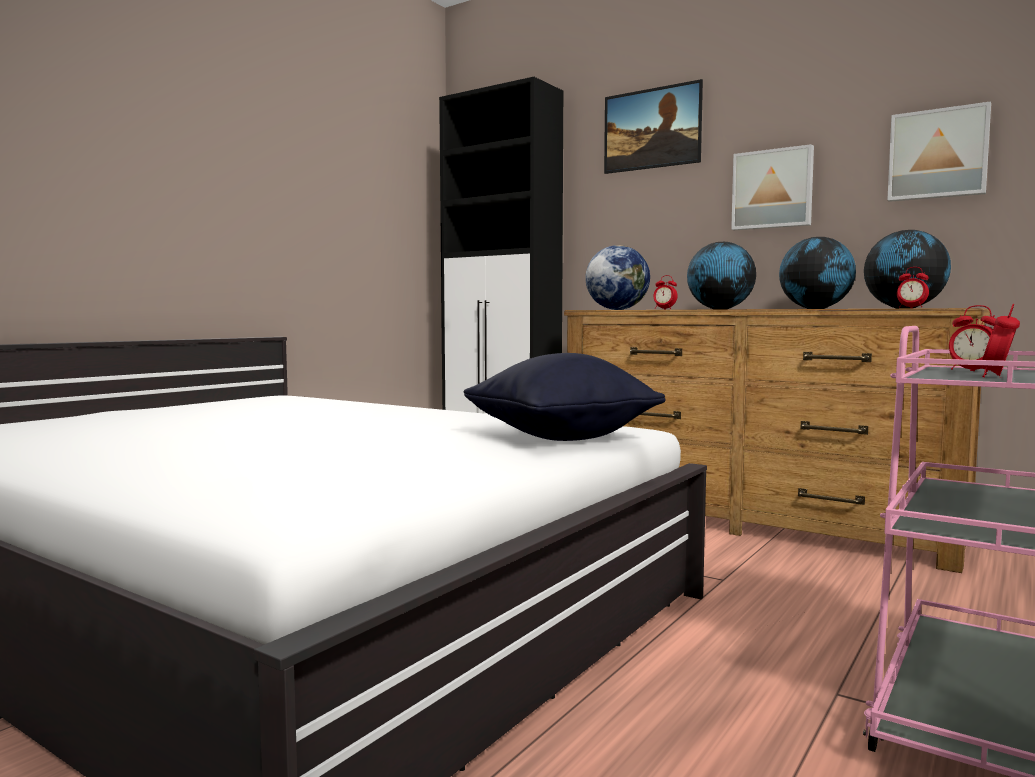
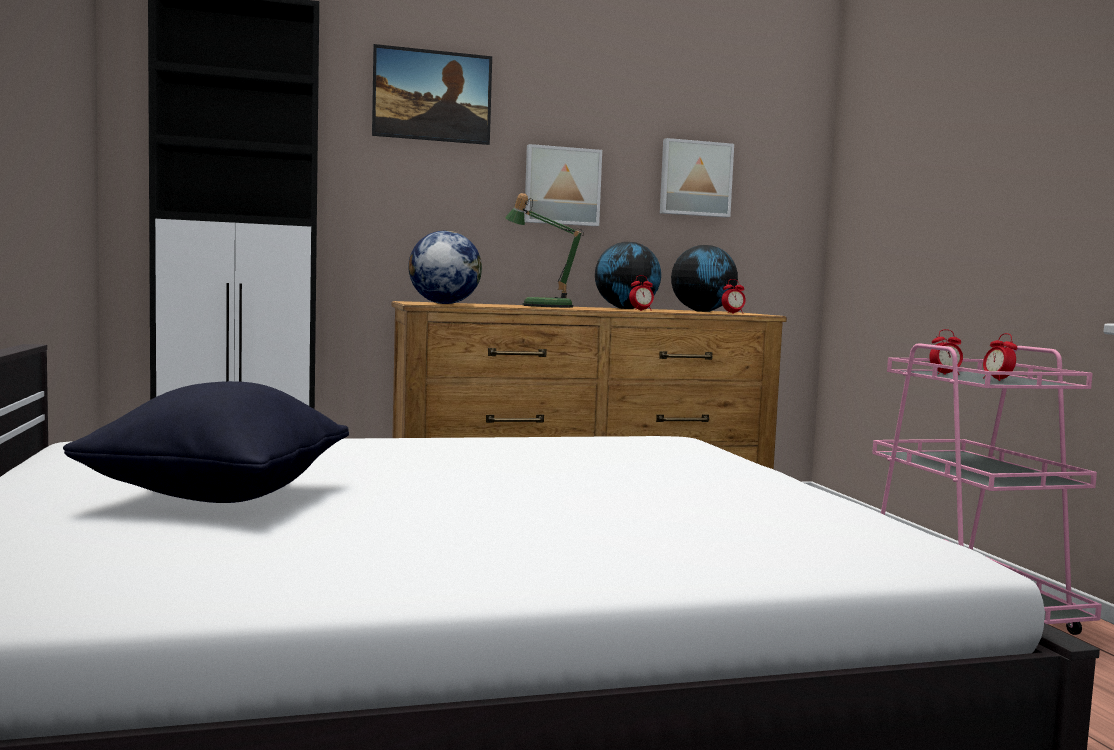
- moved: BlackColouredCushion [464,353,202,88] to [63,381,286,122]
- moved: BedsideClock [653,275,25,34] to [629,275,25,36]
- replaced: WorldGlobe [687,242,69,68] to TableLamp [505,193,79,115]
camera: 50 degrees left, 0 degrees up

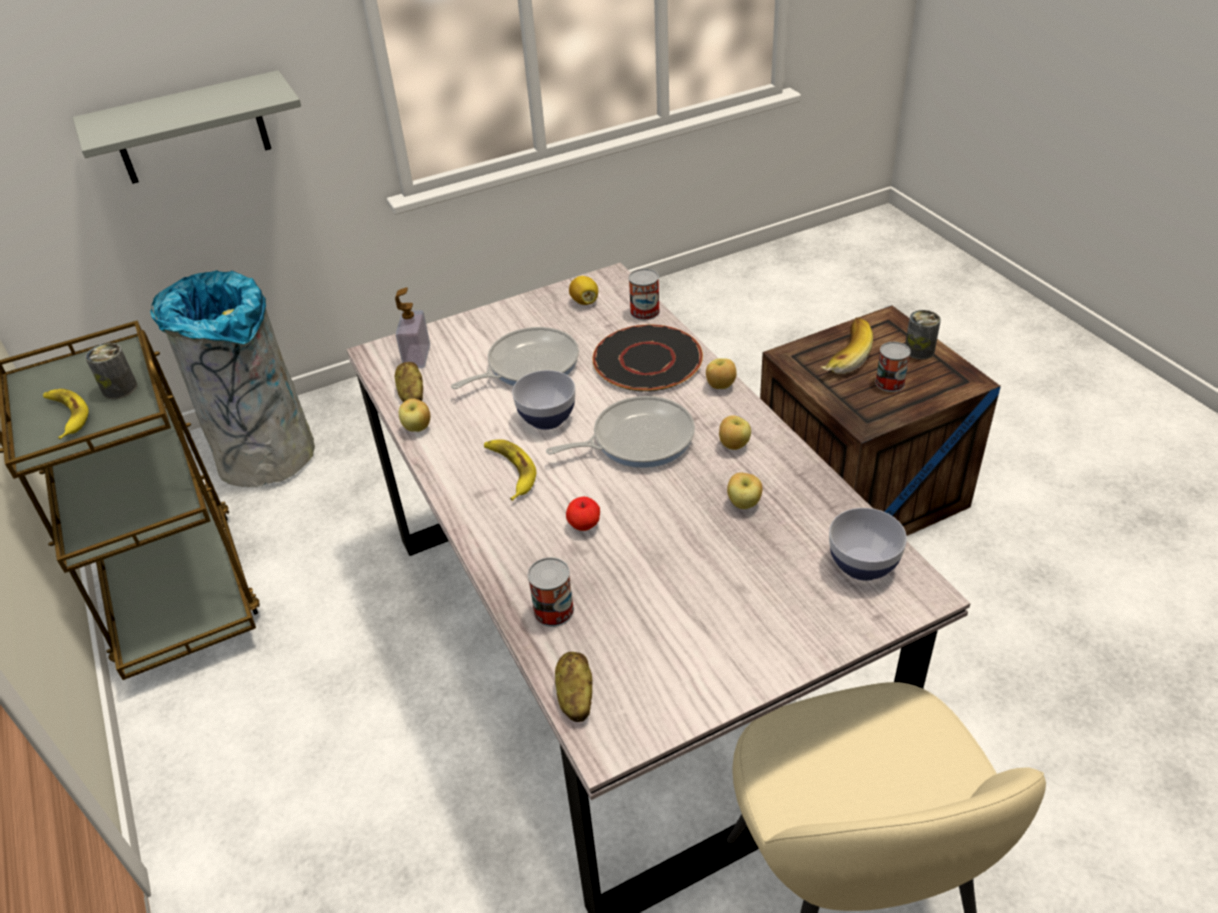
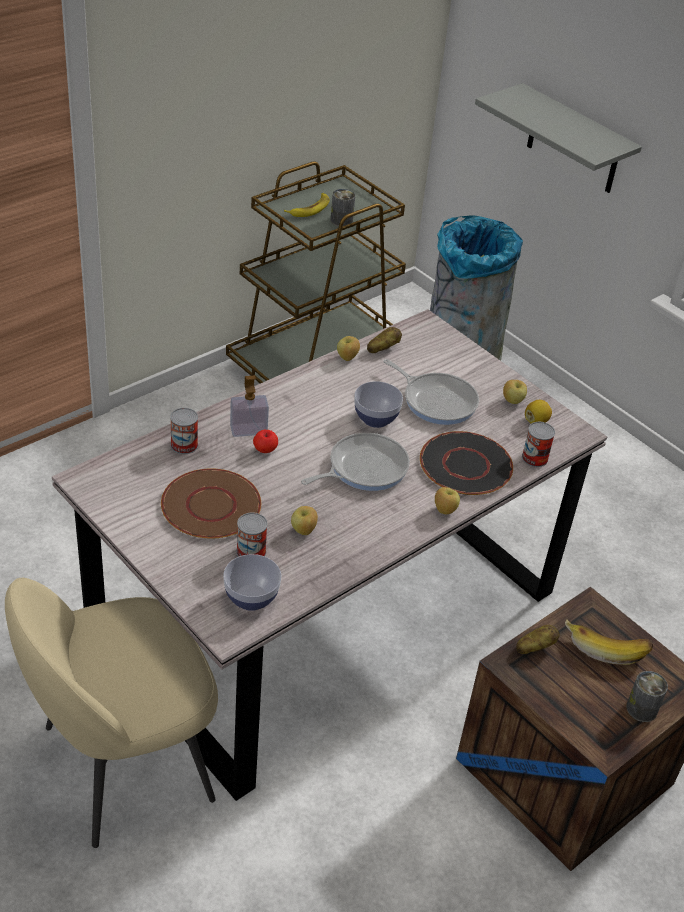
- removed: WholeBanana [484,440,52,61]
- added: BrownColouredFlatDish [161,469,100,70]
- moved: LiquidSoapBottle [395,287,35,81] to [230,376,39,61]
- moved: Potato [555,652,37,70] to [516,625,43,29]
- moved: Apple [719,415,32,35] to [503,380,24,24]
- moved: MetalCan [875,342,36,50] to [236,512,32,45]
- turned: Skillet [546,396,149,72] = [301,433,109,58] 90 degrees counterclockwise
camera: 70 degrees right, 0 degrees up

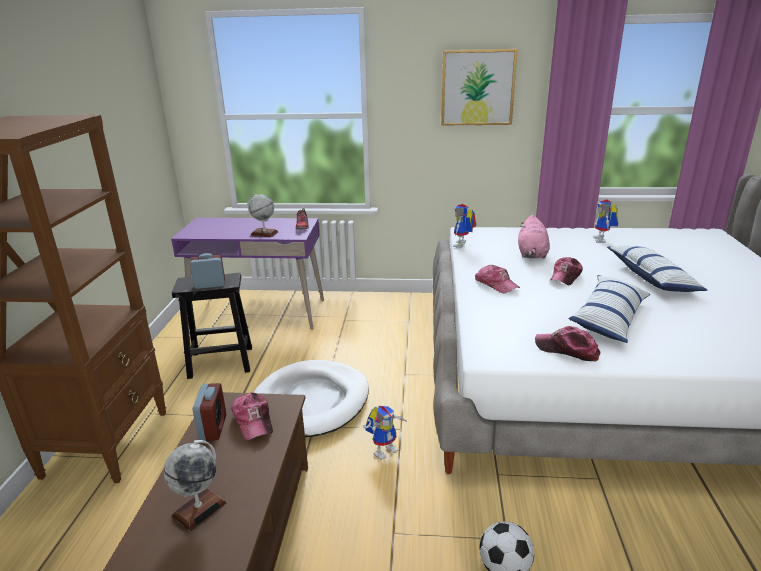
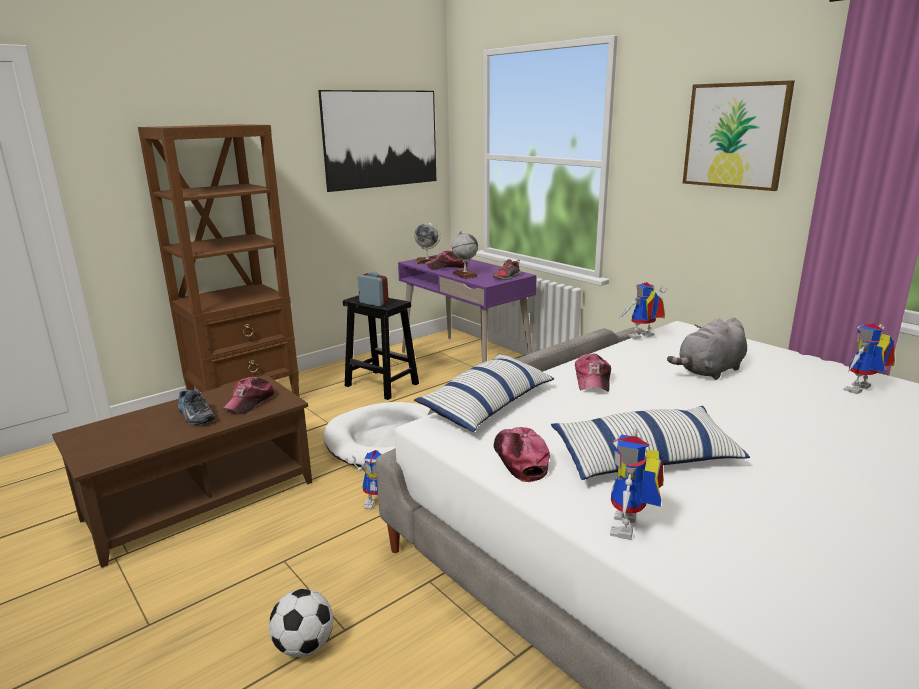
- removed: BedsideClock [193,383,33,58]
- added: Shoe [178,390,37,35]
- added: WallPicture [318,90,118,102]
- added: RobotFigure [610,428,54,112]
- moved: WorldGlobe [164,440,63,92] to [414,222,27,42]
- moved: BaseballCap [550,257,33,28] to [425,251,43,19]
- moved: Cushion [607,245,100,47] to [414,353,140,79]
- recoloured: PinkishCuddlyToy [518,215,32,44] to GreyishCuddlyToy [667,317,80,63]
camera: 45 degrees right, 5 degrees down

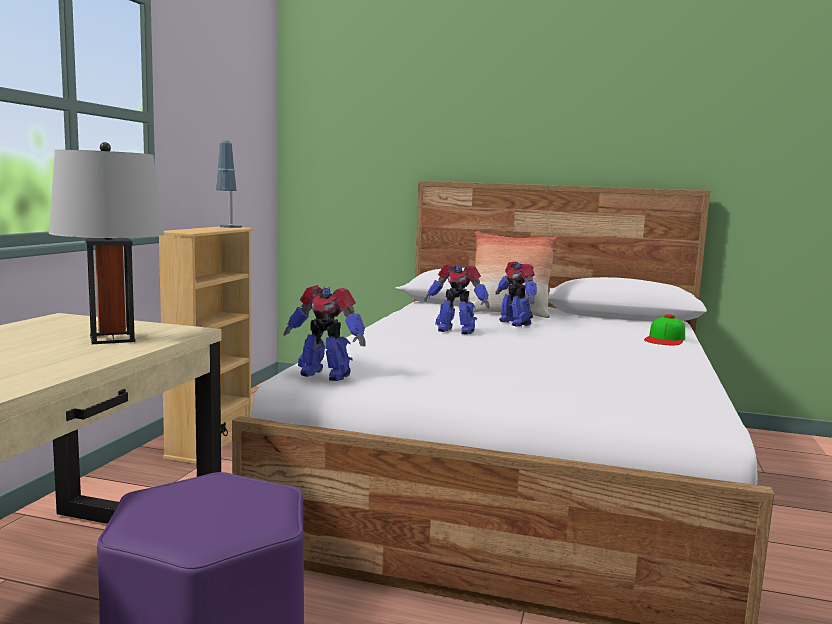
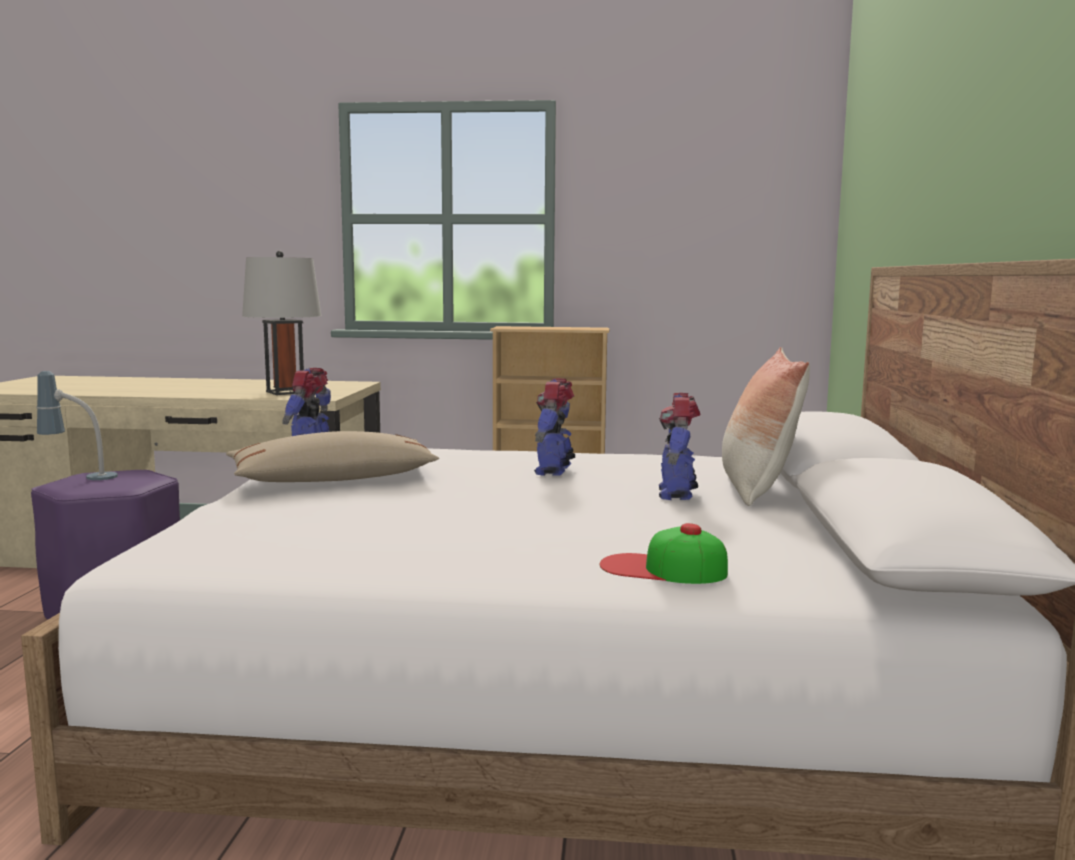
- added: SandColouredCushion [226,431,213,51]
- moved: TableLamp [216,140,26,88] to [36,371,82,109]
- turned: RobotFigure [495,262,42,65] = [659,393,42,107] 45 degrees counterclockwise
camera: 80 degrees right, 0 degrees up

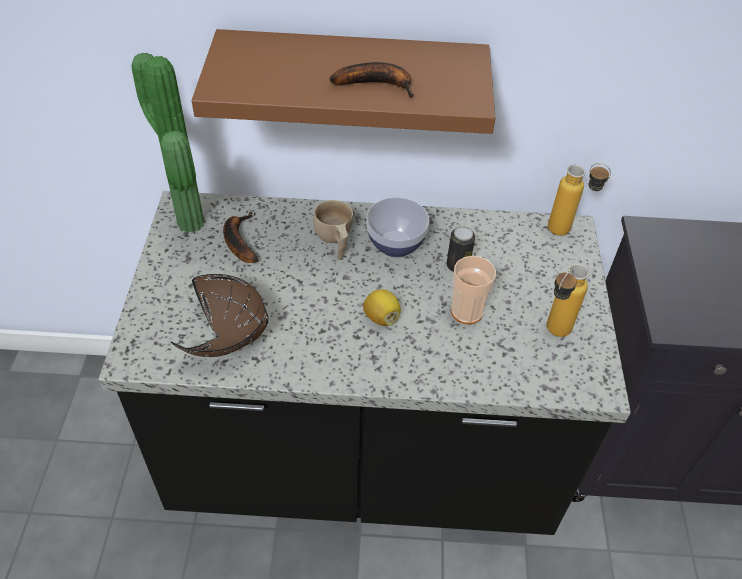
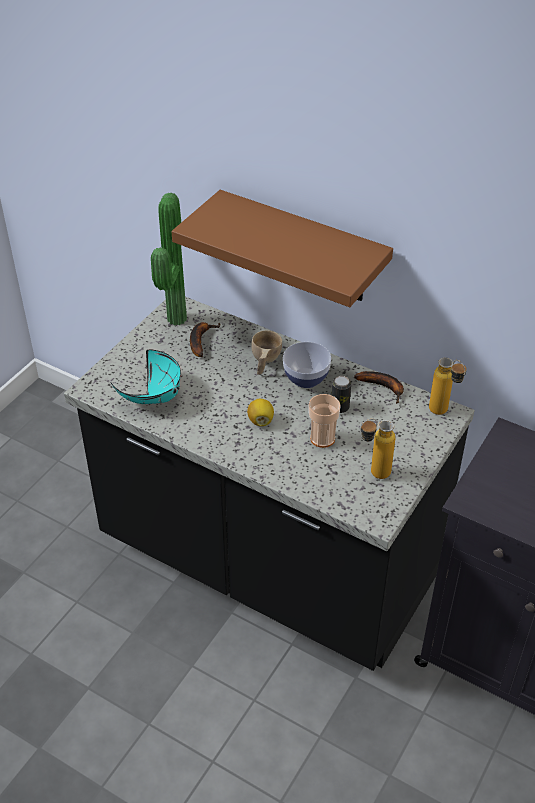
- moved: WholeBanana [330,62,84,36] to [354,371,50,33]
- recoloured: BrownColouredDeepDish [171,274,98,83] to TurquoiseColouredDeepDish [110,349,71,55]
camera: 30 degrees right, 5 degrees down

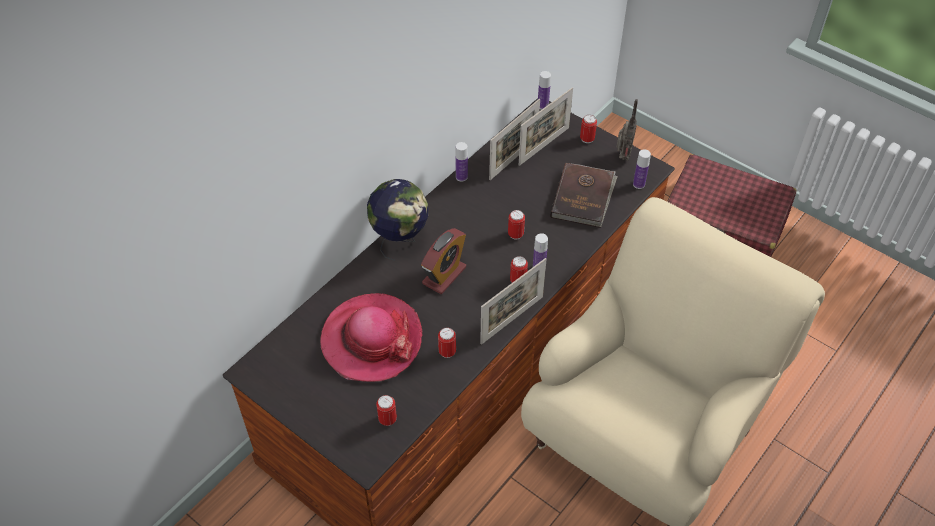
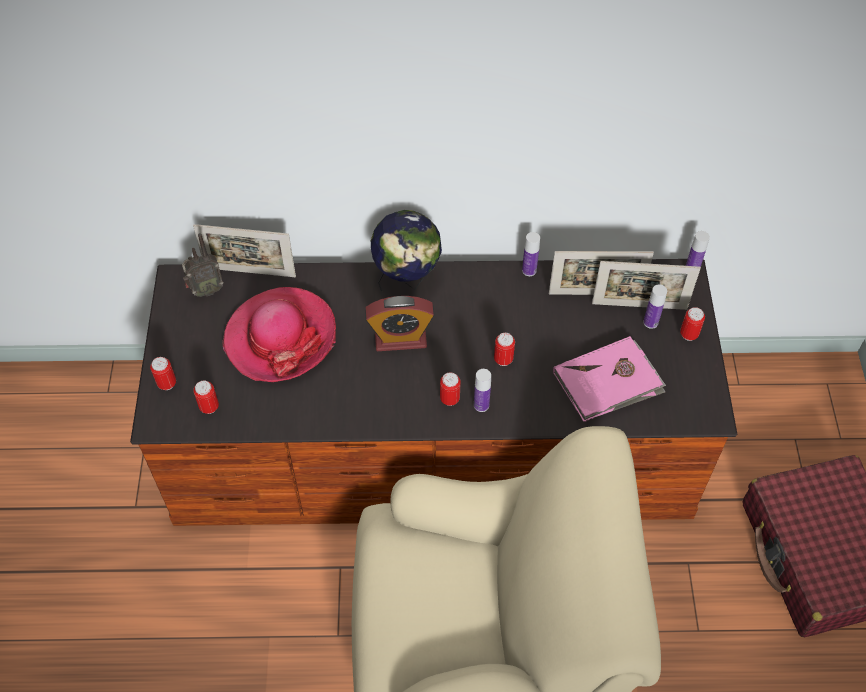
- moved: MetalCan [438,327,18,31] to [150,357,26,33]
- moved: PictureFrame [480,258,67,87] to [193,224,103,53]
- moved: RadioSet [616,99,22,62] to [182,233,42,64]
- moved: Bottle [633,149,18,40] to [643,285,24,44]
- recoloured: BrownColouredVolume [550,163,68,65] to PinkishVolume [553,336,113,86]
camera: 50 degrees right, 5 degrees up

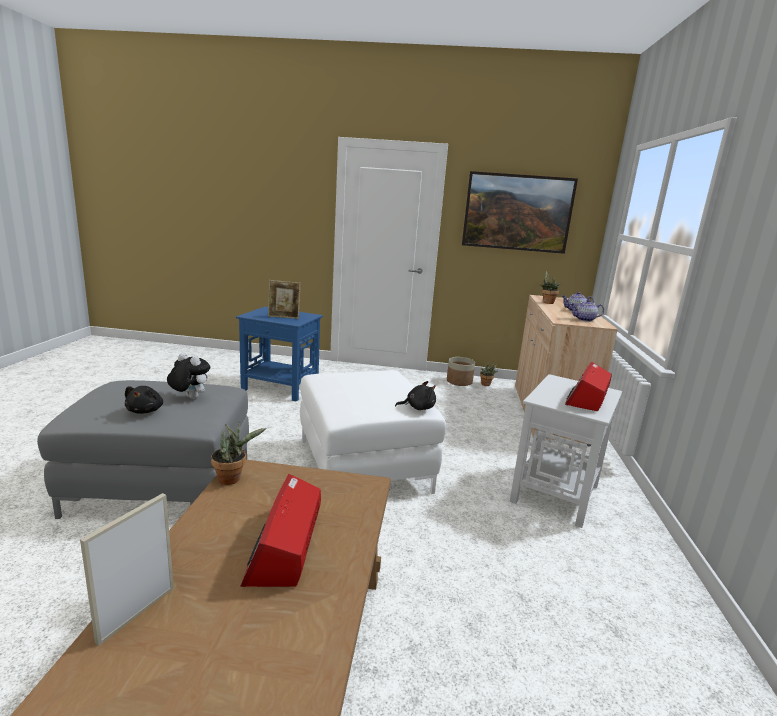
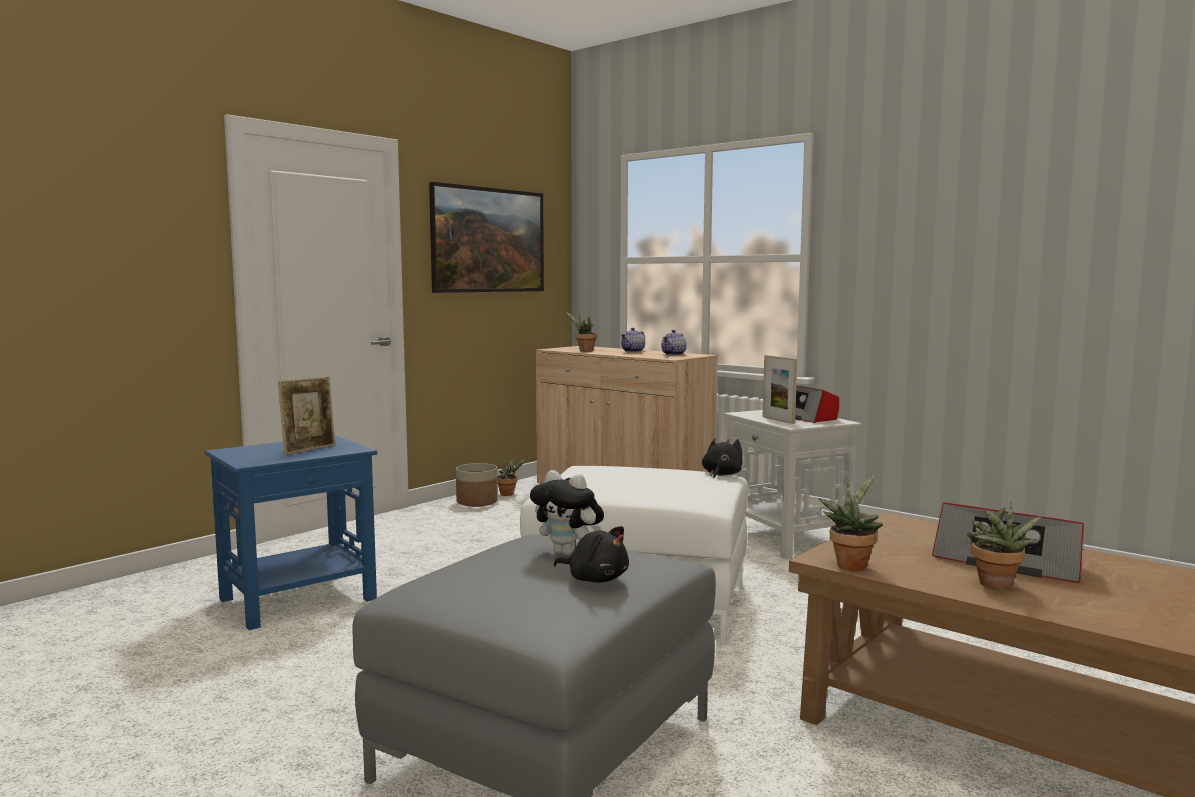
- added: PlantInAPot [967,502,74,87]
- moved: PictureFrame [80,493,94,153] to [763,355,34,69]
- turned: CuddlyToy [167,353,43,46] = [530,470,74,85] 120 degrees counterclockwise
camera: 55 degrees left, 10 degrees down

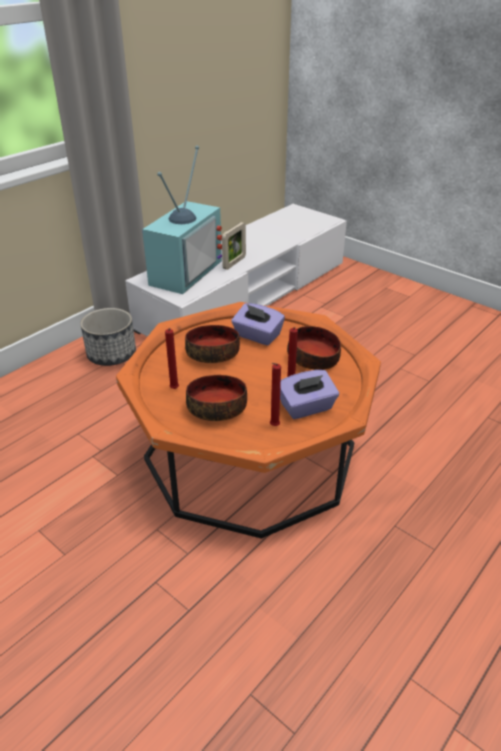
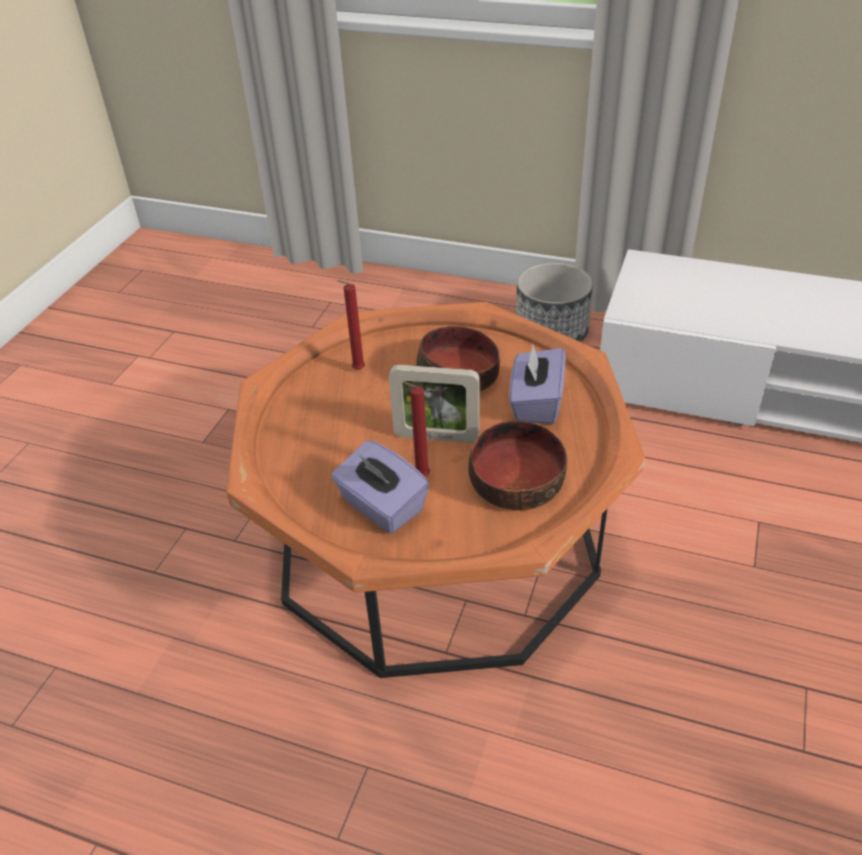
- removed: Tv [142,145,80,149]
- removed: DeepDish [186,375,61,46]
- removed: ReddishWaxCandle [270,363,11,63]
- moved: PictureFrame [222,222,24,48] to [389,365,91,78]
camera: 70 degrees right, 5 degrees up

